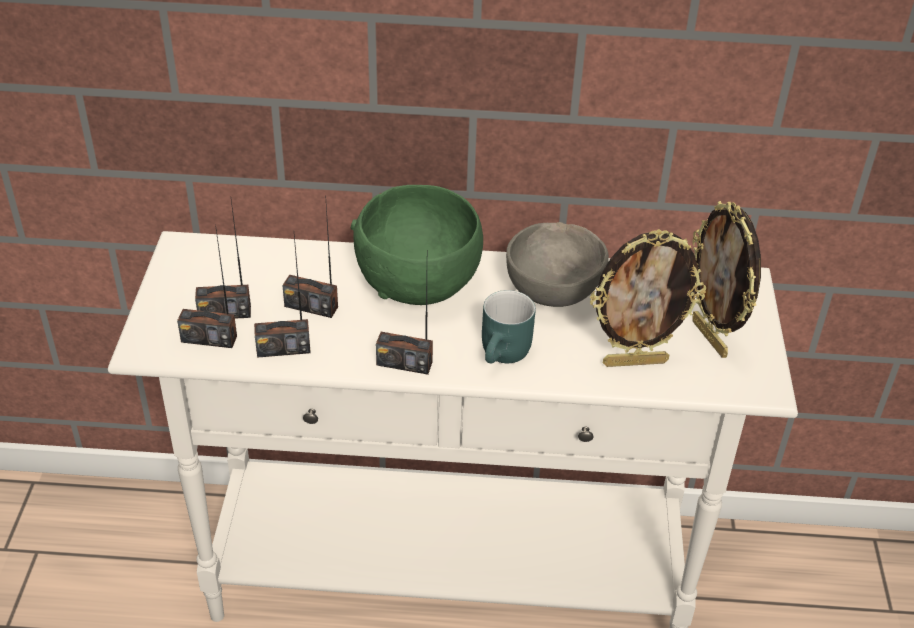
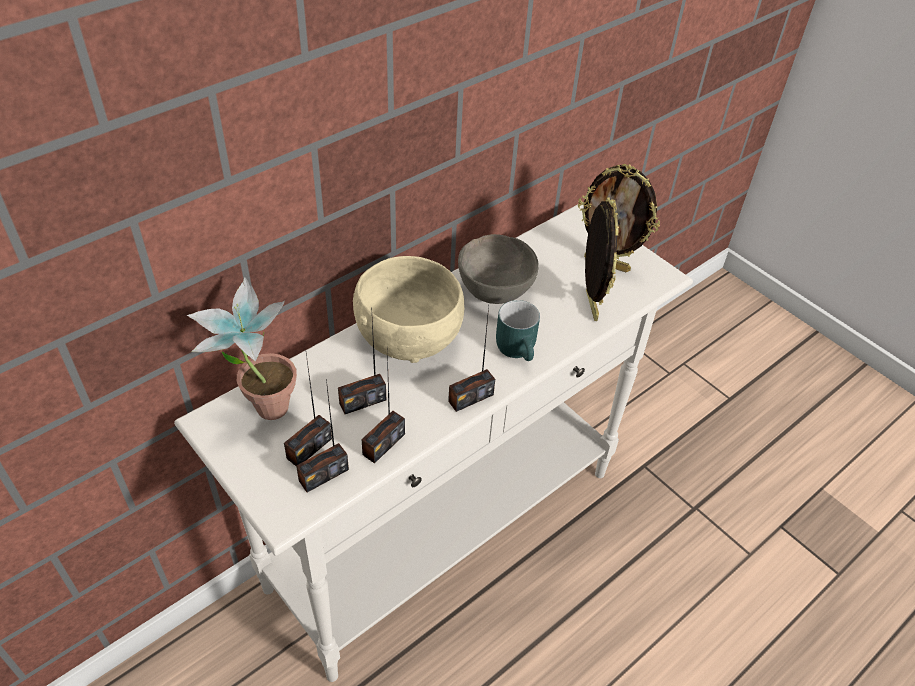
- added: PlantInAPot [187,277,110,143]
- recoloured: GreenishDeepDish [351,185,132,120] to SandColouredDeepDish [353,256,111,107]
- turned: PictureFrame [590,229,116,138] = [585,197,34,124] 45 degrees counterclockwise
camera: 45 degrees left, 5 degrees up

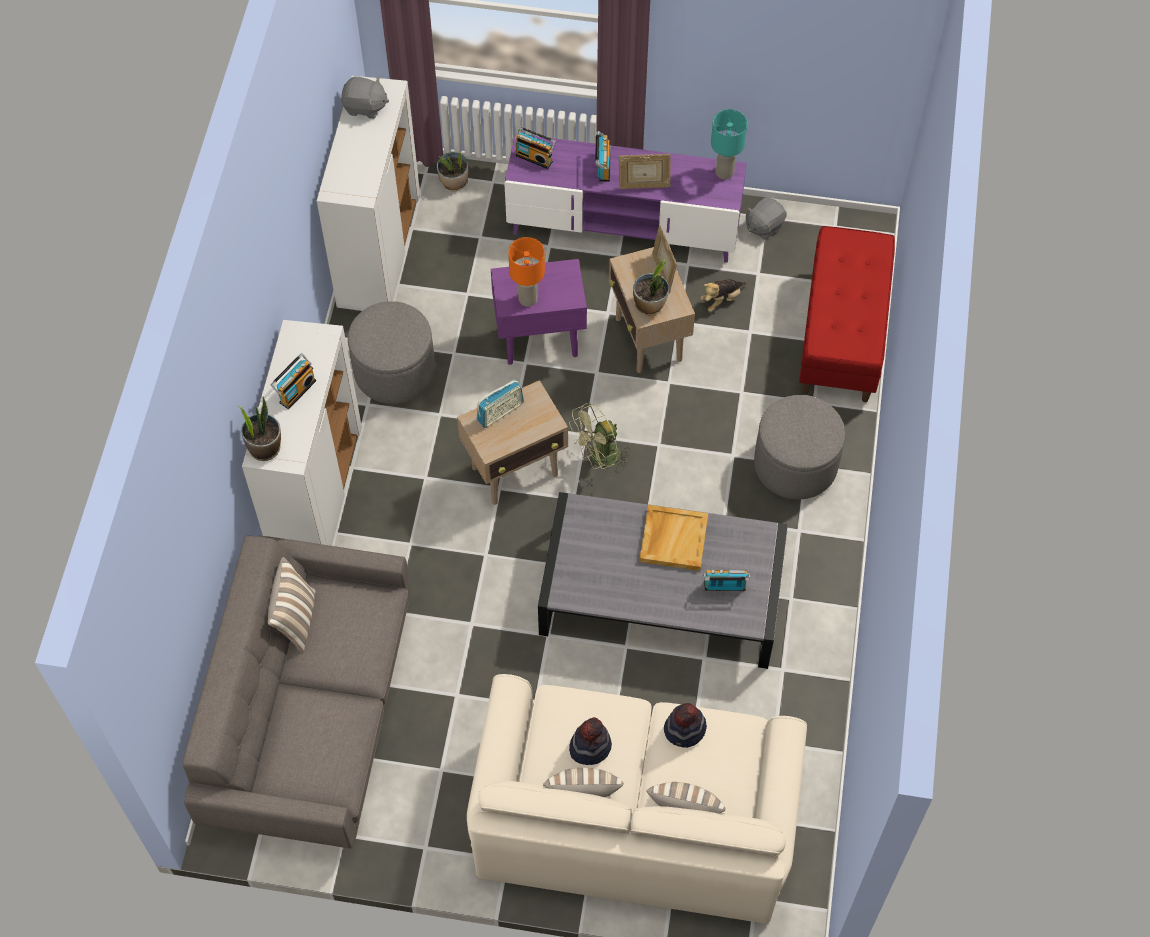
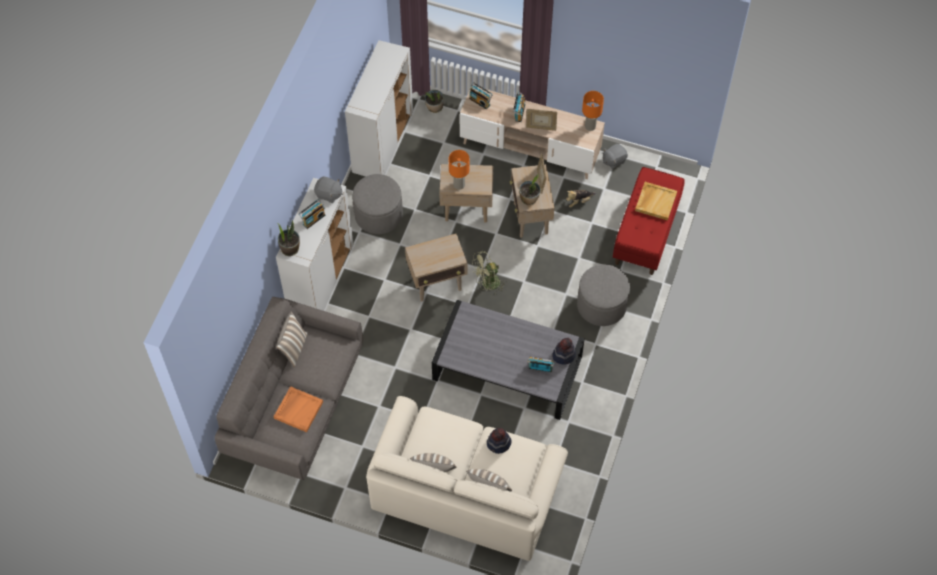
- removed: RadioSet [477,379,47,49]
- added: OrangeServingTray [274,386,49,46]
- moved: GreyishCuddlyToy [341,77,48,42] to [314,177,29,26]
- moved: ClothingHat [569,717,43,48] to [552,338,24,27]
- moved: SandColouredServingTray [639,505,69,66] to [635,182,42,38]
- recoloured: PurpleSideTable [491,259,96,106] to SandColouredSideTable [439,164,54,59]
- recoloured: PurpleMediaConsole [504,133,243,130] to SandColouredMediaConsole [460,85,145,94]
- recoloured: TurquoiseColouredTableLamp [711,109,36,70] to OrangeTableLamp [582,91,22,40]
camera: 10 degrees right, 0 degrees up

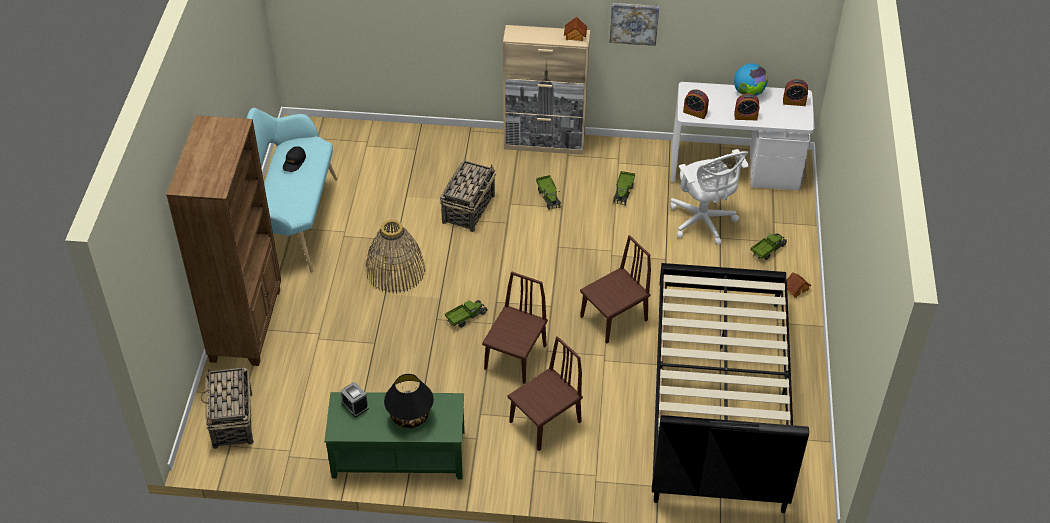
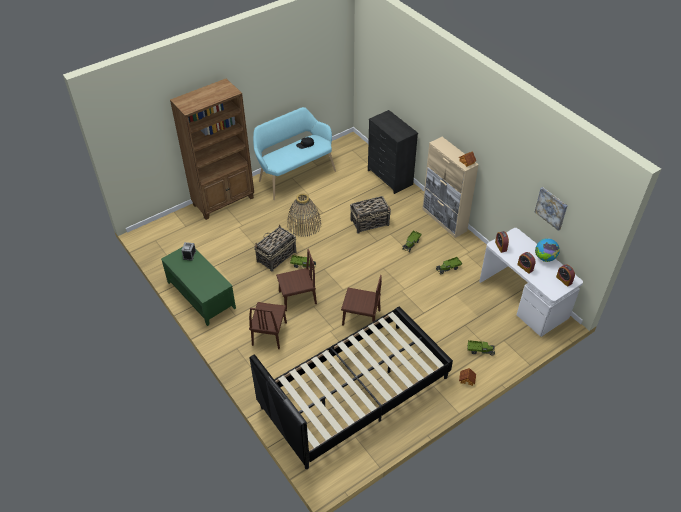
- removed: BlackColouredTableLamp [384,374,50,54]
- removed: WhiteColouredComputerChair [670,149,79,96]
- added: BlackColouredChestOfDrawers [368,110,50,84]
- moved: StorageBasket [201,368,53,81] to [254,224,42,48]
- moved: WallPicture [610,3,49,43] to [535,187,33,44]
- turned: BrownColouredChair [508,336,75,115] = [249,302,38,47] 90 degrees clockwise
camera: 50 degrees right, 0 degrees up

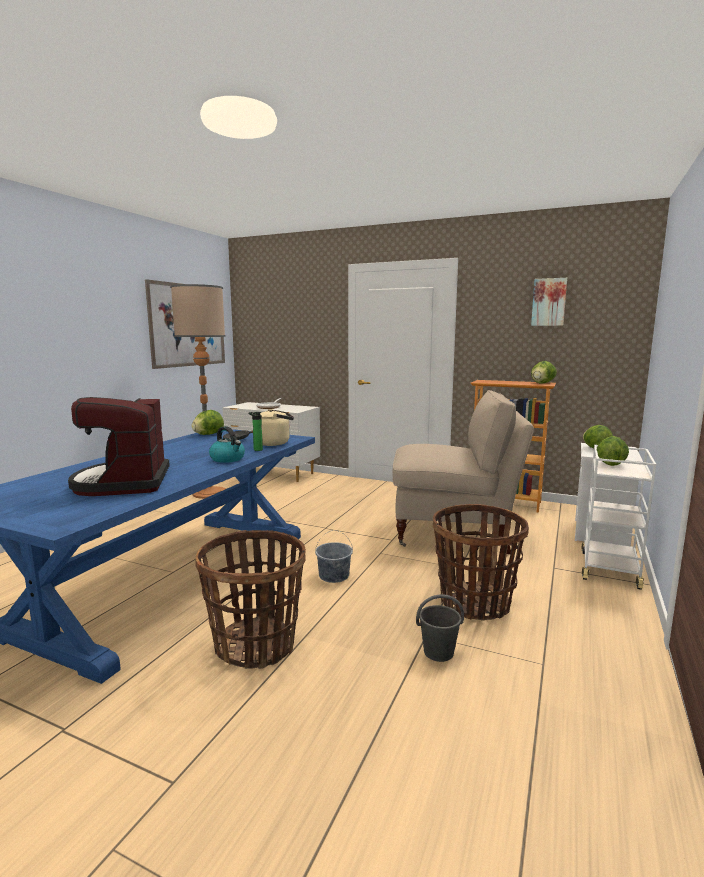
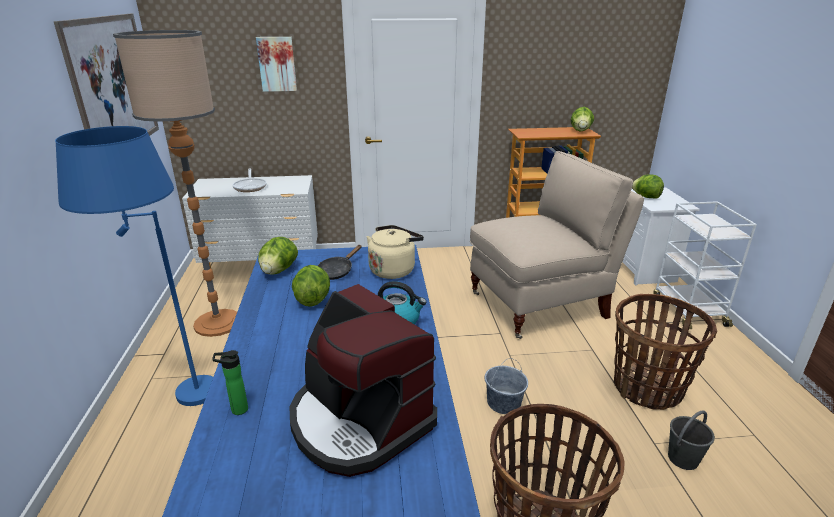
- added: BlueFloorLamp [55,126,158,280]
- moved: Bottle [248,412,15,39] to [212,350,36,65]
- moved: WallPicture [531,278,36,48] to [256,37,41,55]
- moved: Lettuce [596,436,33,30] to [292,265,38,42]
camera: 30 degrees left, 15 degrees up

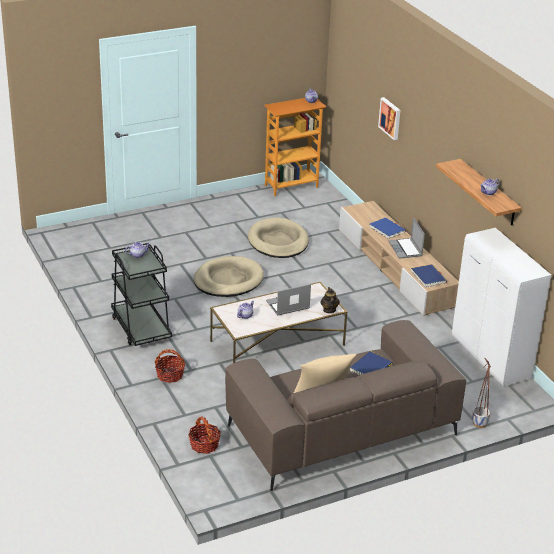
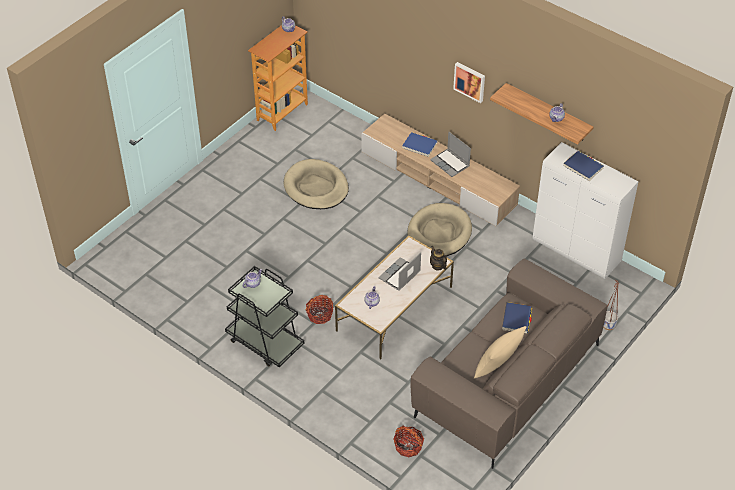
- moved: StorageBasket [154,349,31,34] to [306,295,28,29]
- moved: SandColouredPetBed [194,256,70,41] to [407,203,65,53]
- moved: WallPicture [378,97,23,43] to [453,62,32,41]
- moved: BlueVolume [411,264,36,24] to [563,151,41,30]
camera: 25 degrees left, 15 degrees up

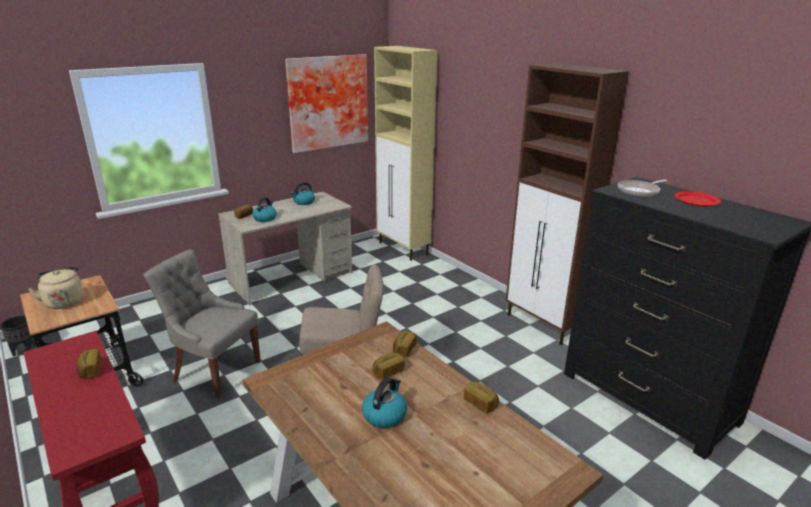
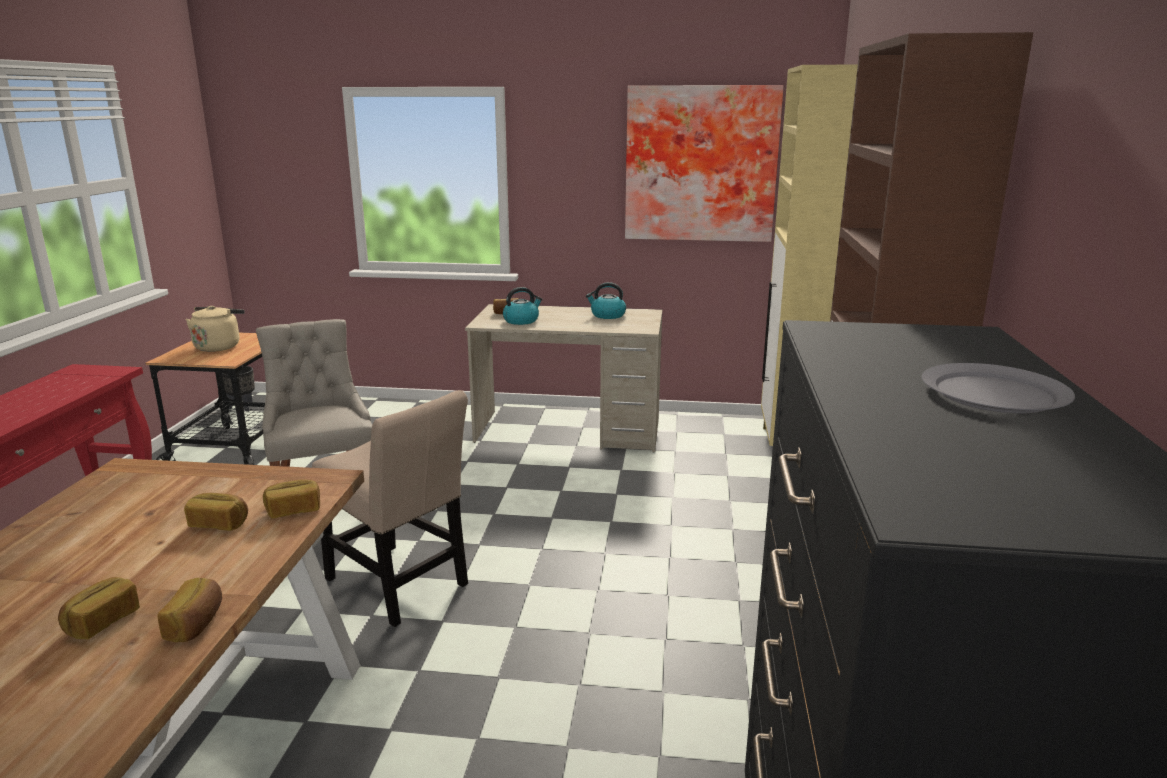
- removed: WaterKettle [362,377,45,51]
- removed: Skillet [618,179,50,18]
- moved: Bread [76,349,26,30] to [58,577,82,62]
- recoloured: ReddishFlatDish [674,191,47,16] to GreyishFlatDish [922,363,153,50]
camera: 45 degrees right, 5 degrees down

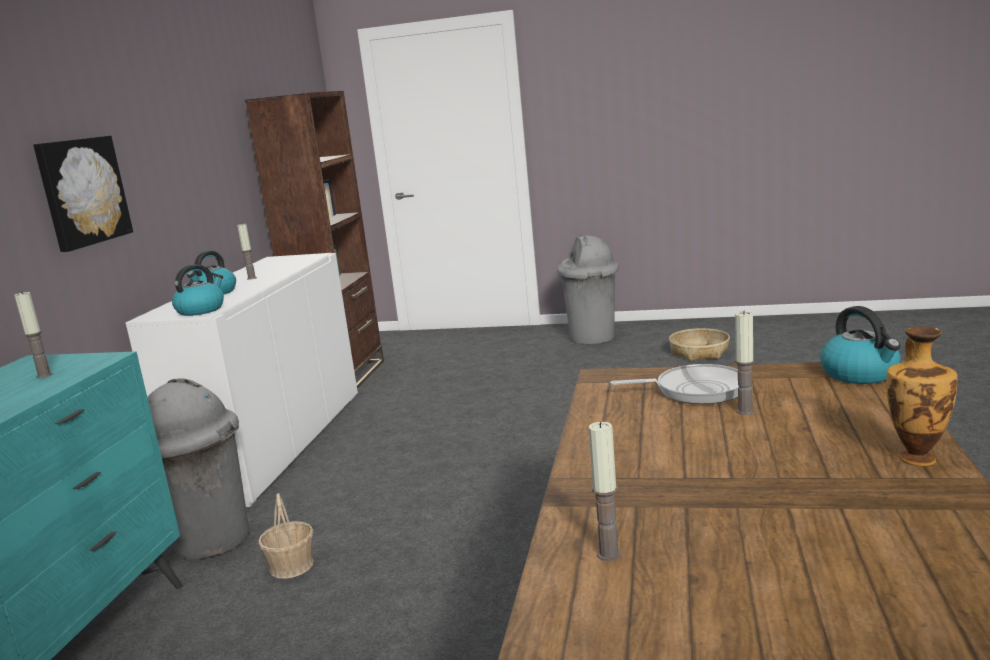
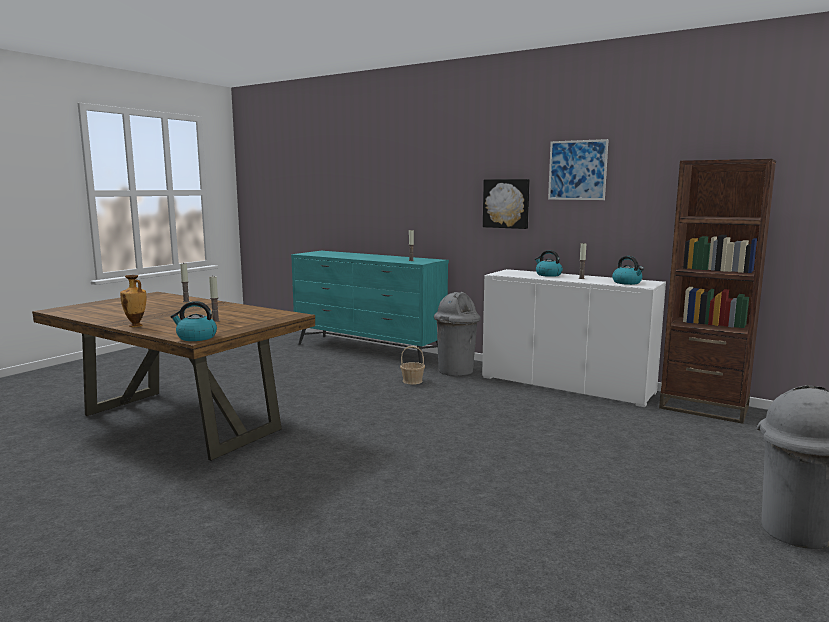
- removed: Skillet [610,364,129,40]
- removed: StorageBasket [669,328,61,33]
- added: WallPicture [548,139,61,61]
- moved: WaterKettle [172,264,52,52] to [612,256,32,29]
camera: 110 degrees right, 5 degrees down

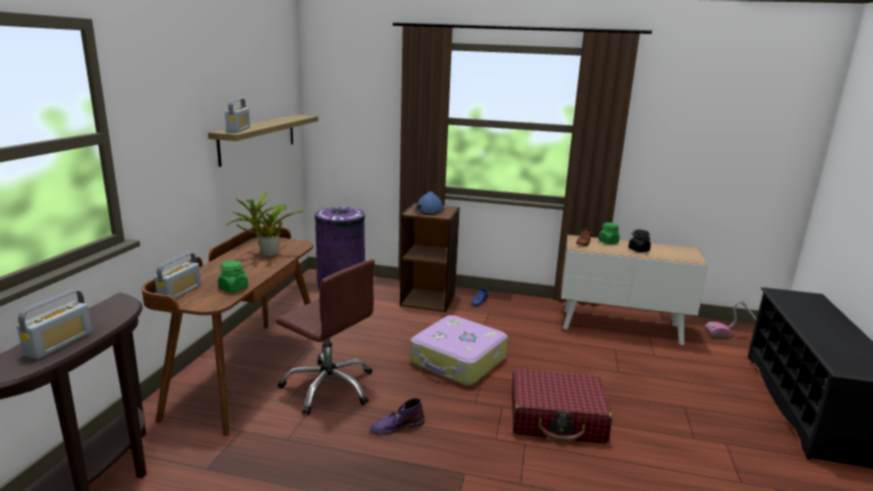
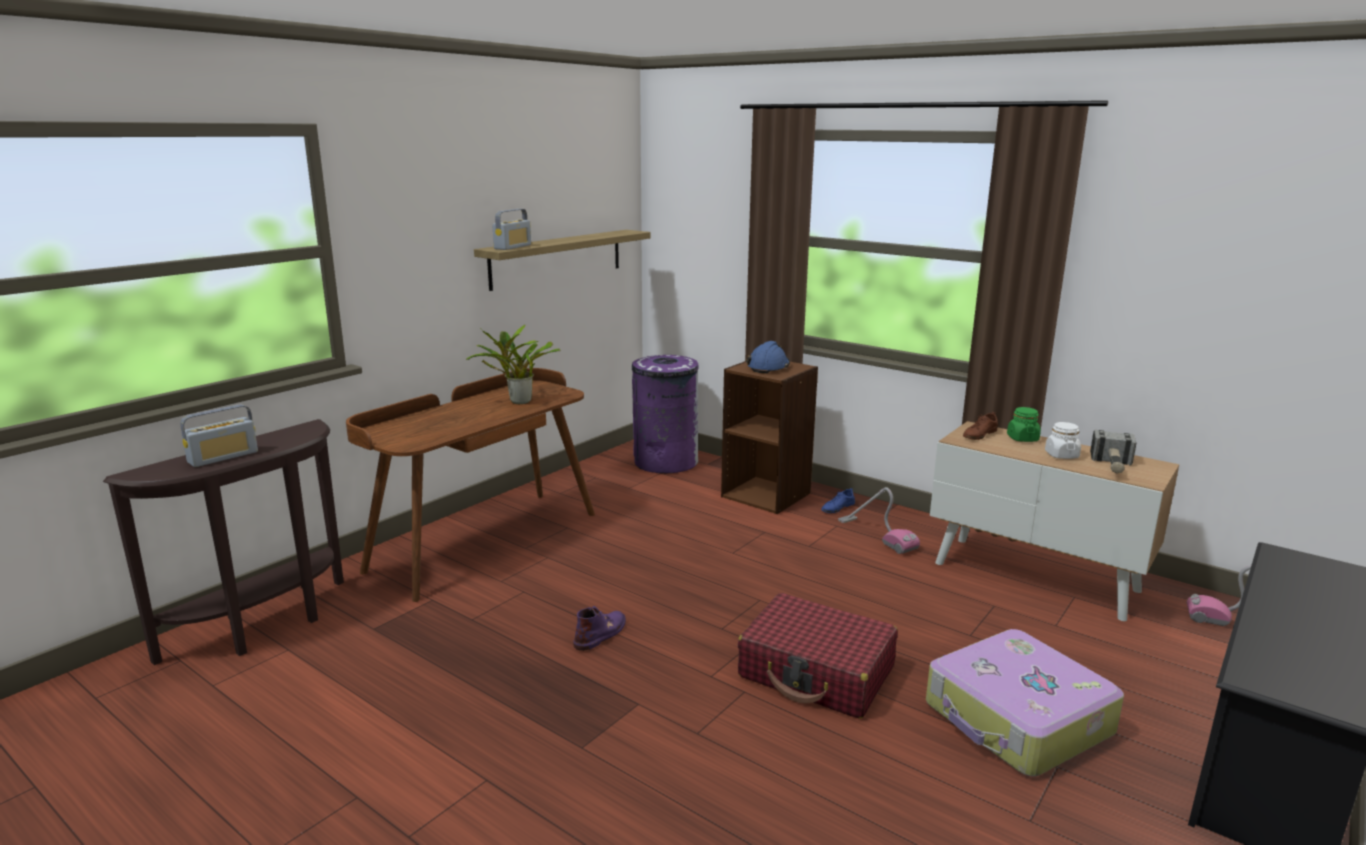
- removed: RadioSet [155,252,46,47]
- removed: GreenishStorageJar [218,261,30,32]
- removed: BrownColouredComputerChair [276,259,99,156]
- added: VacuumCleaner [838,487,82,67]
- added: HandHammer [1090,429,46,44]
- moved: Suitcase [410,315,98,70] to [926,629,198,148]
- recoloured: BlackColouredStorageJar [628,230,23,22] to WhiteColouredStorageJar [1045,422,36,37]
- turned: PurpleBoot [370,398,55,37] = [573,606,53,45] 120 degrees clockwise
camera: 25 degrees right, 0 degrees up

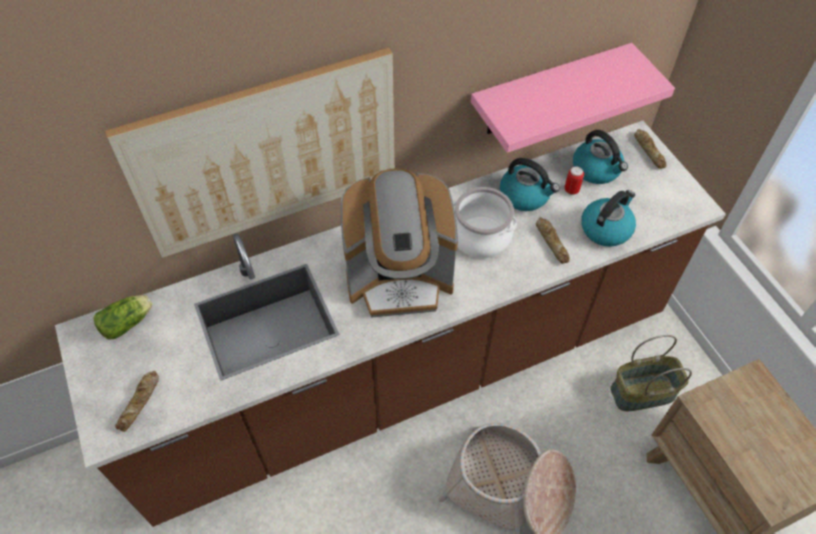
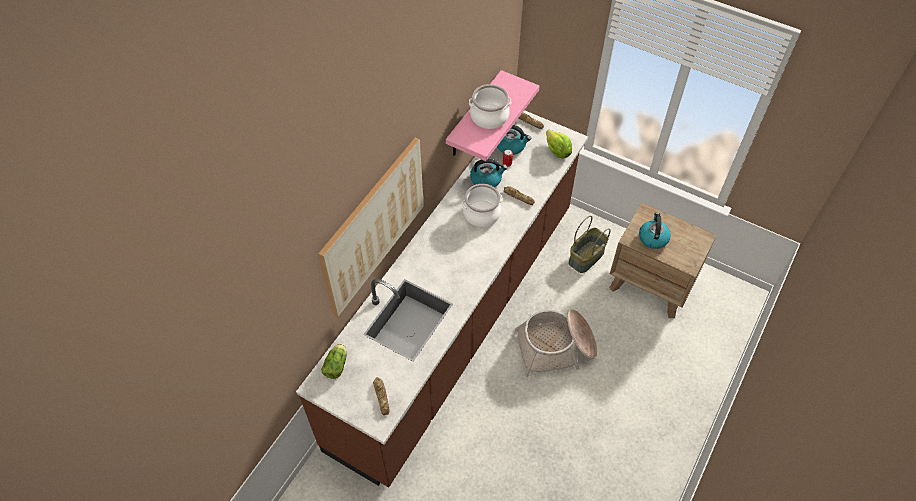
- removed: CoffeeMachine [341,168,117,150]
- added: Stockpot [469,84,42,45]
- added: Lettuce [546,130,26,29]
- moved: WaterKettle [581,190,55,57] to [639,212,32,37]
camera: 35 degrees left, 0 degrees up

